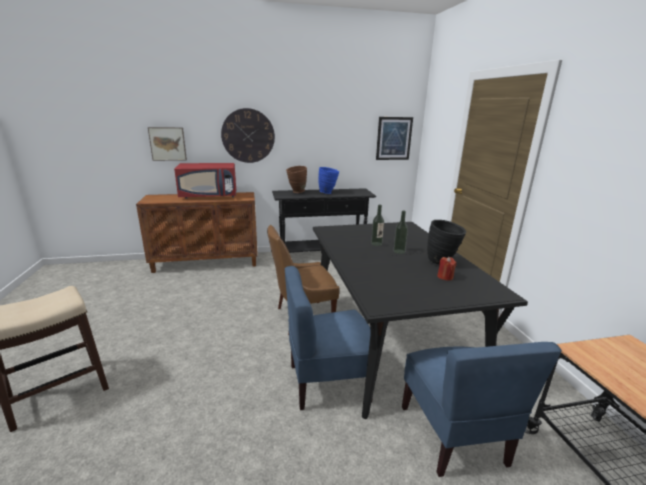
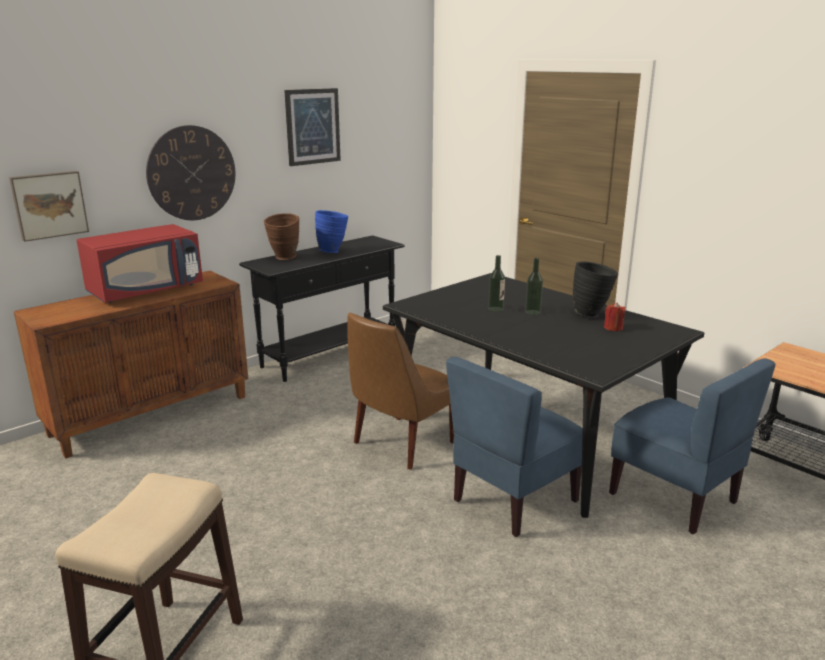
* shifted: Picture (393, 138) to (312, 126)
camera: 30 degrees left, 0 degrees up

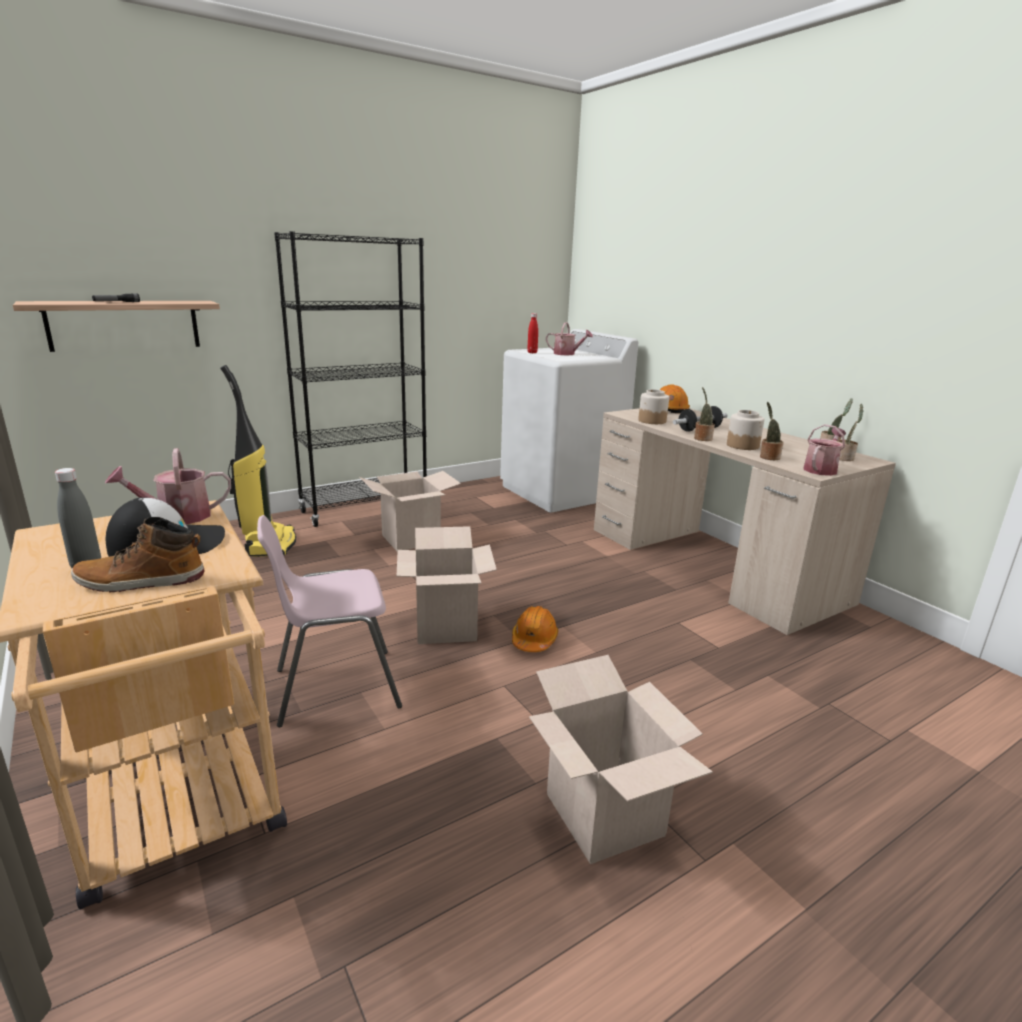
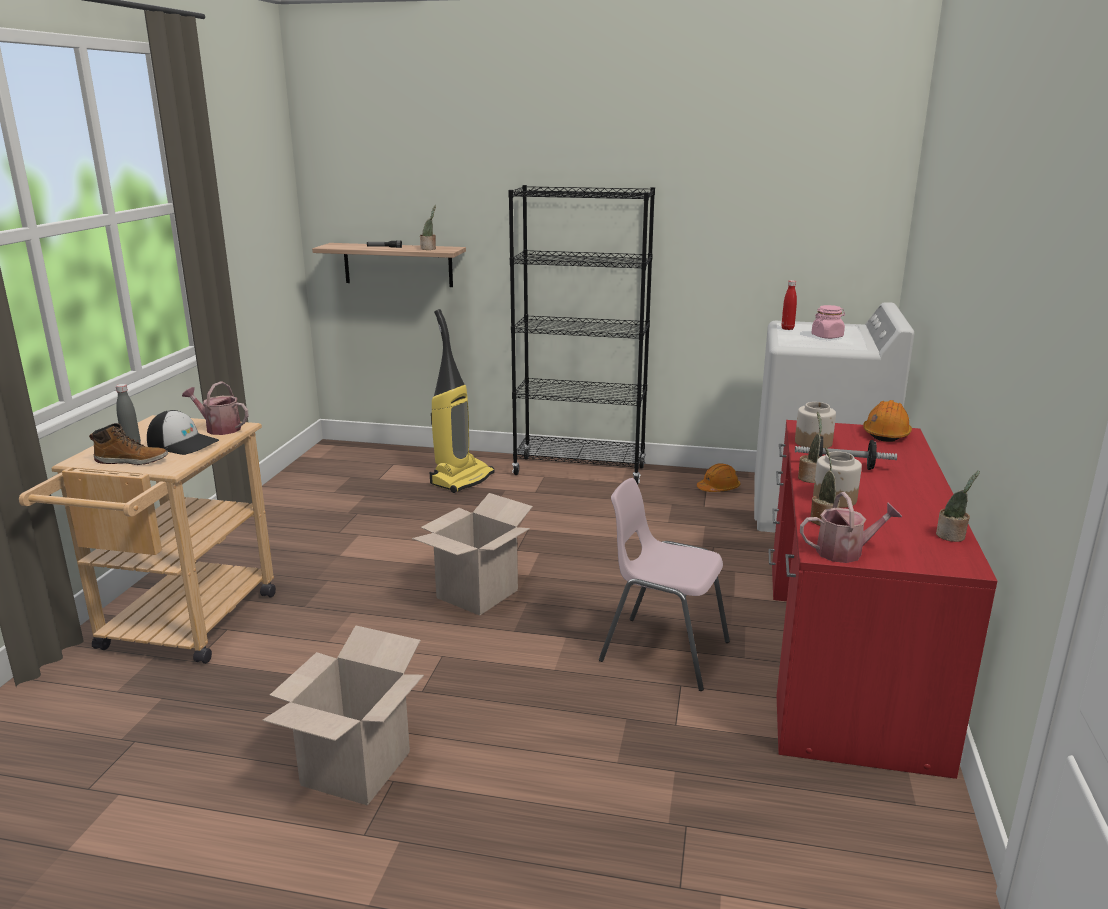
* gone: CardboardBox (411, 539)
* shifted: PinkChair (335, 687) to (663, 651)
* shifted: OrangeHardHat (534, 640) to (718, 488)
* shifted: PottedPlant (844, 458) to (429, 249)
* swapped: WateringCan (567, 354) to PinkJar (827, 336)
* repainted: BeigeDesk (711, 563) to RedDesk (845, 652)
* rotated: Boot (140, 581) = (132, 461) 150 degrees clockwise
camera: 45 degrees right, 0 degrees up

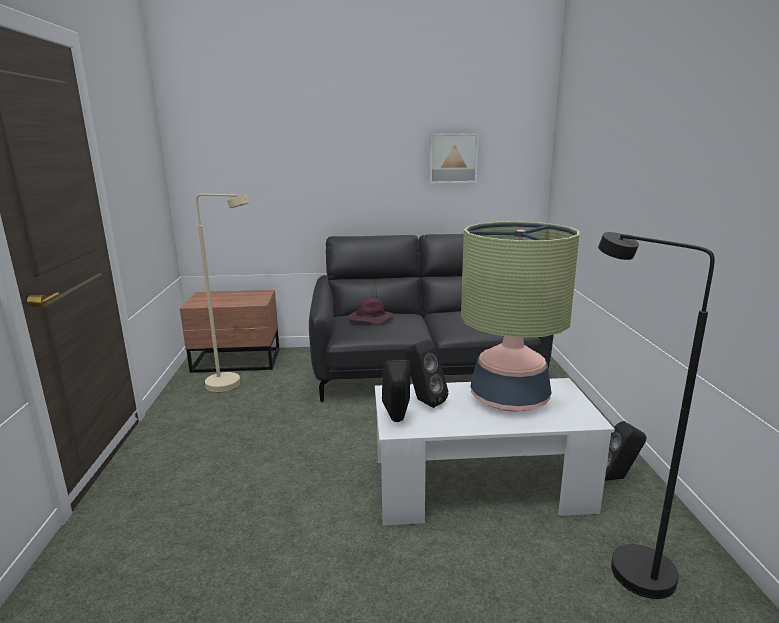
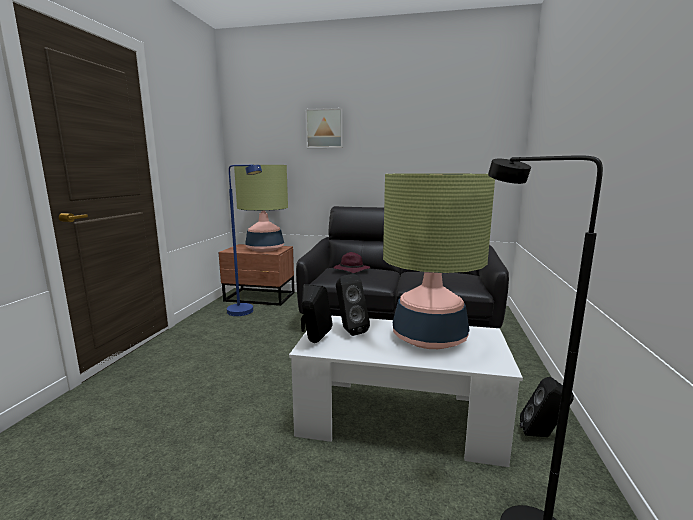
* new: TableLamp (265, 249)
* shifted: Picture (453, 158) to (325, 128)
* repainted: BeigeFloorLamp (232, 385) to BlueFloorLamp (246, 312)
camera: 15 degrees right, 5 degrees down

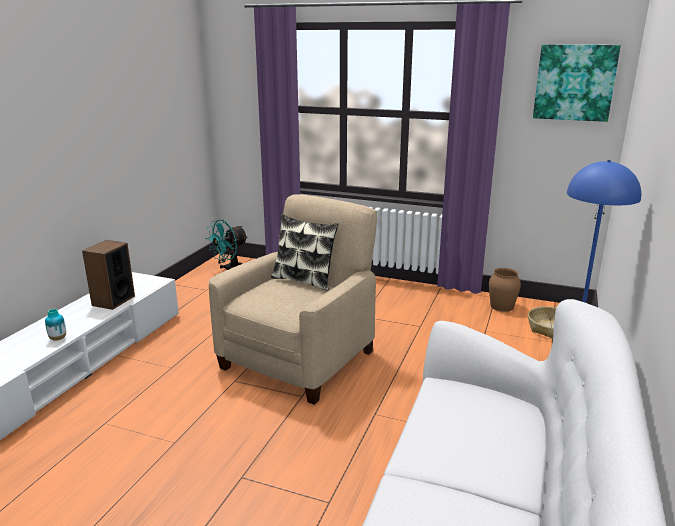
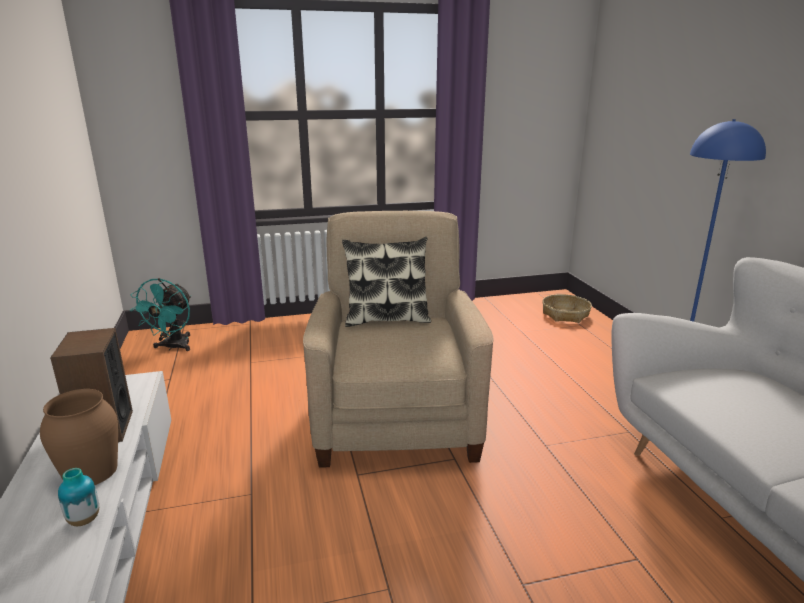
* gone: Picture (574, 82)
* shifted: BrownVase (502, 306) to (91, 472)
camera: 35 degrees left, 0 degrees up

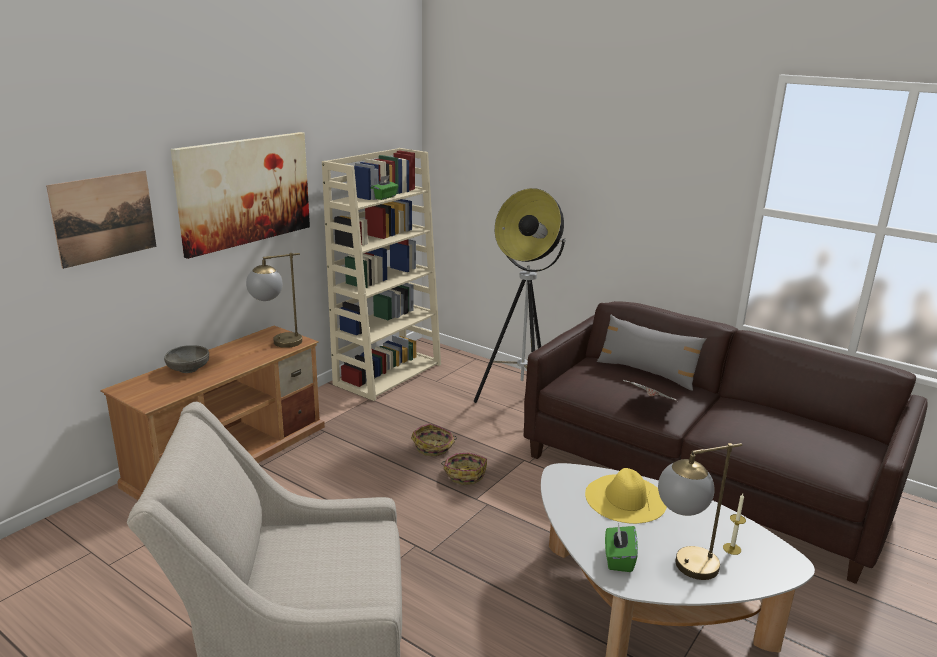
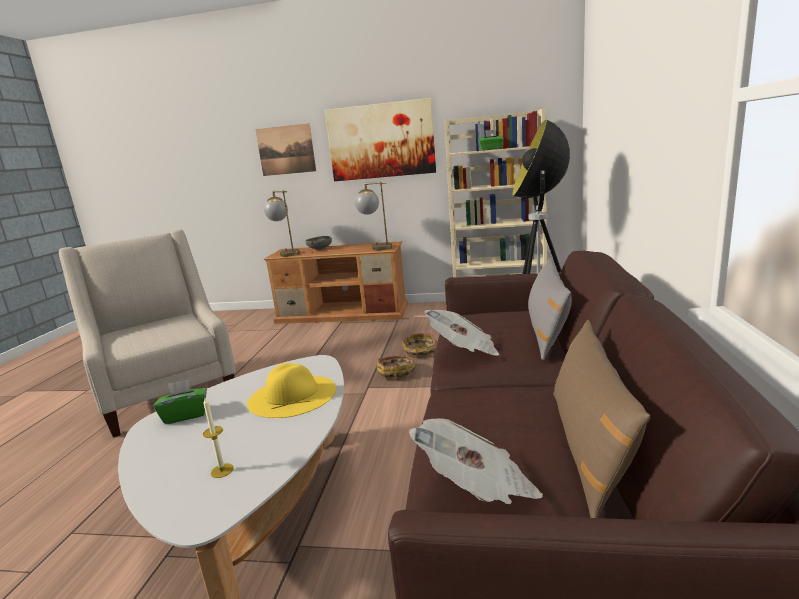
* new: Newspaper (477, 488)
* new: BrownPillow (589, 447)
* shifted: TableLamp (683, 569) to (285, 253)
camera: 65 degrees right, 5 degrees down

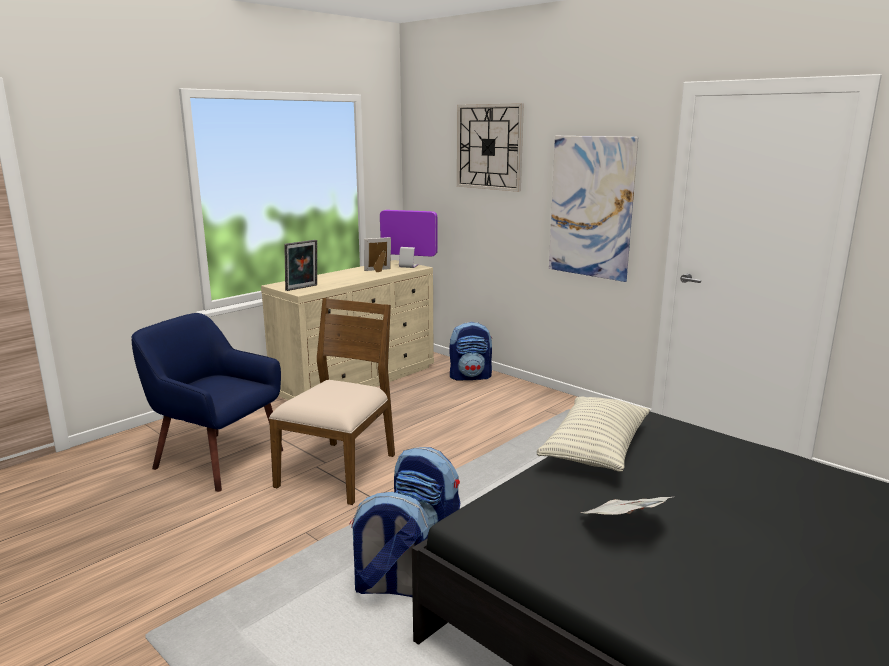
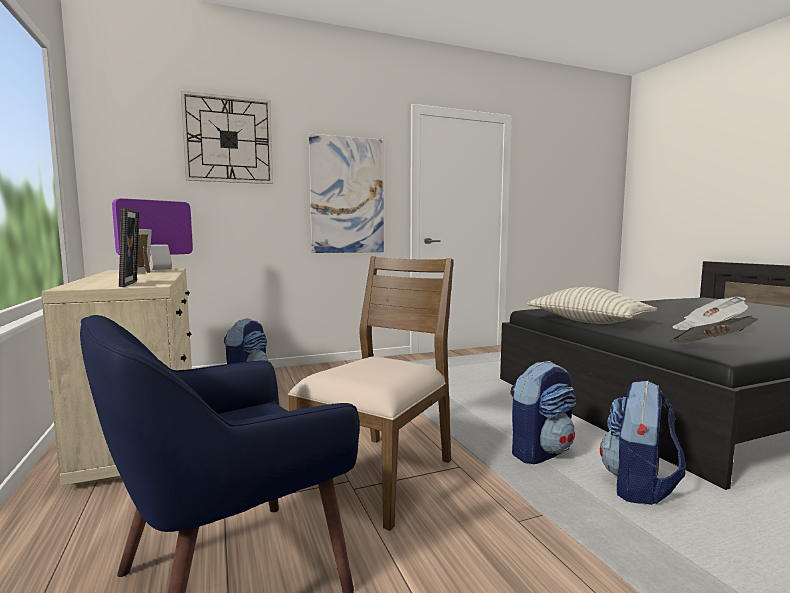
* new: Newspaper (709, 349)
* rotated: BrownChair (339, 470) = (378, 475) 75 degrees clockwise
camera: 65 degrees left, 10 degrees down

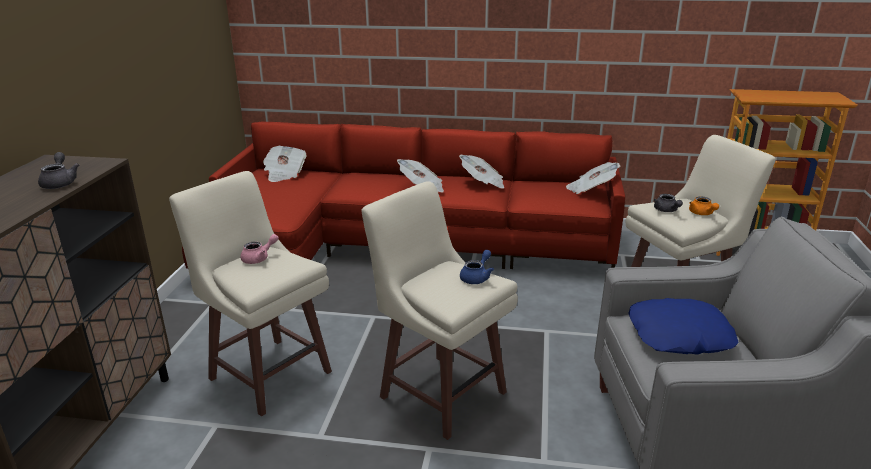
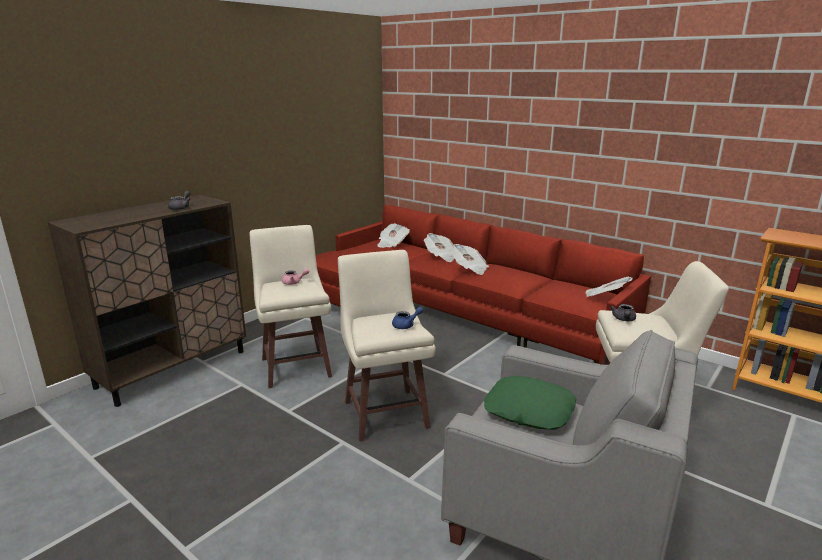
* gone: OrangeTeapot (702, 214)
* shifted: Newspaper (483, 183) to (441, 257)
* repainted: BluePillow (679, 336) to GreenPillow (528, 411)
camera: 30 degrees right, 5 degrees down

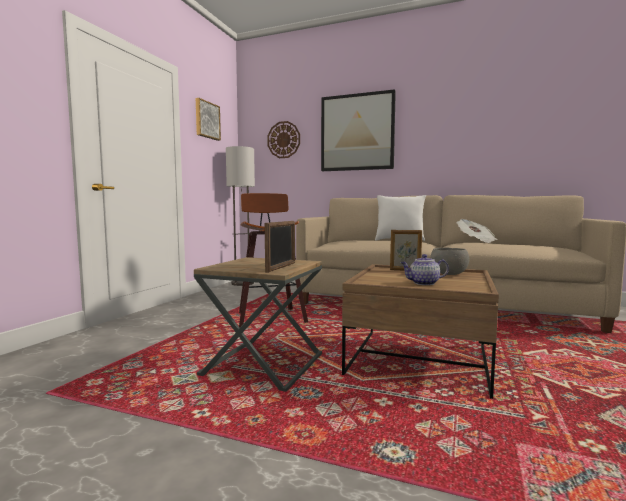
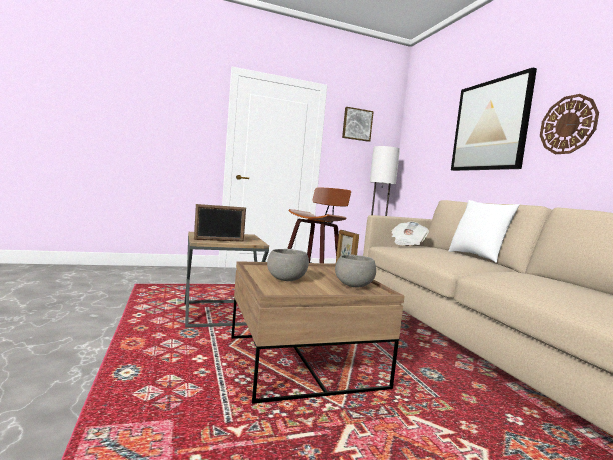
* shifted: WallClock (283, 140) to (568, 125)
* shifted: Newspaper (476, 241) to (407, 244)
* swapped: Teapot (423, 283) to GreyBowl (286, 279)
camera: 50 degrees right, 0 degrees up

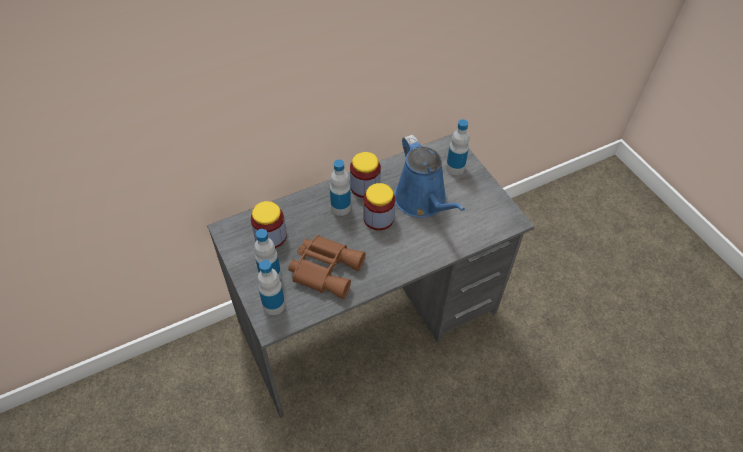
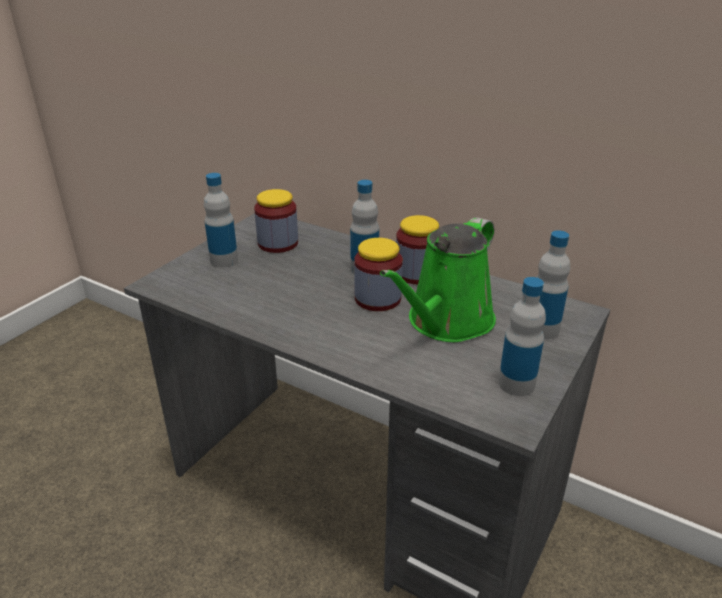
* gone: BrownBinoculars (326, 268)
* shifted: Bottle (274, 305) to (516, 384)
* repainted: BlueWateringCan (423, 201) to GreenWateringCan (446, 322)
camera: 60 degrees right, 20 degrees down

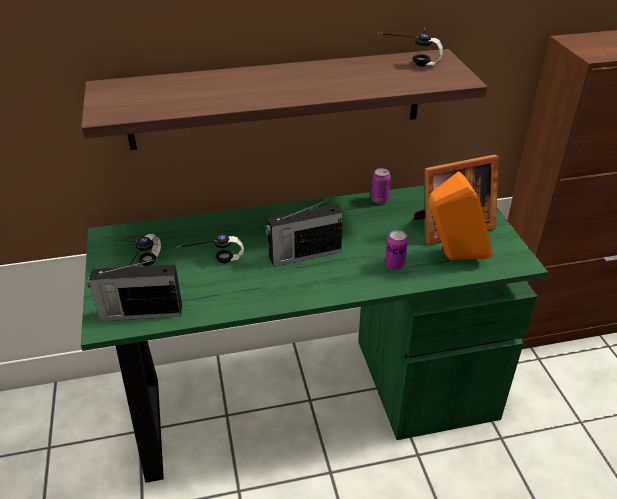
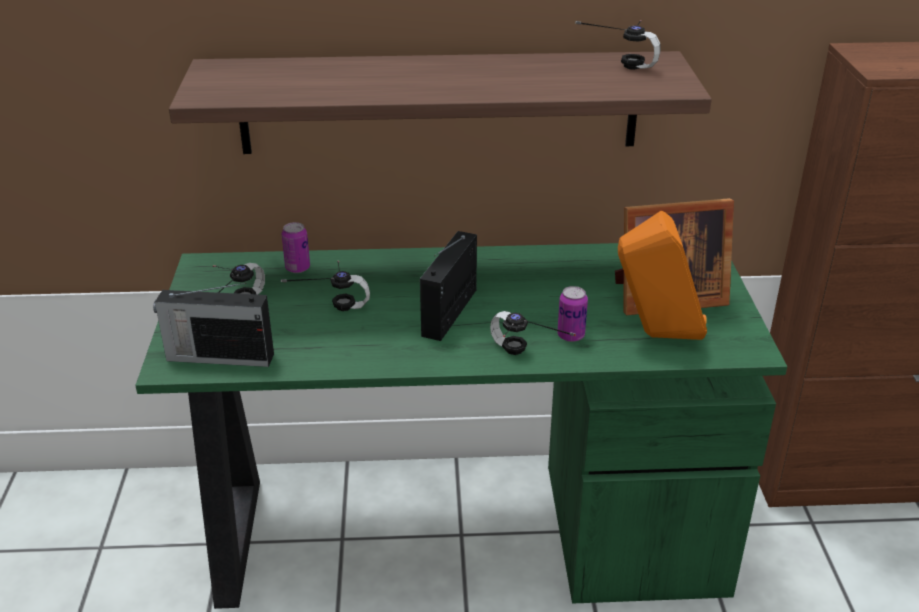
* new: Headphones (522, 360)
* shifted: Can (379, 200) to (297, 268)
* rotated: Radio (304, 255) = (451, 311) 120 degrees clockwise
camera: 10 degrees right, 5 degrees down

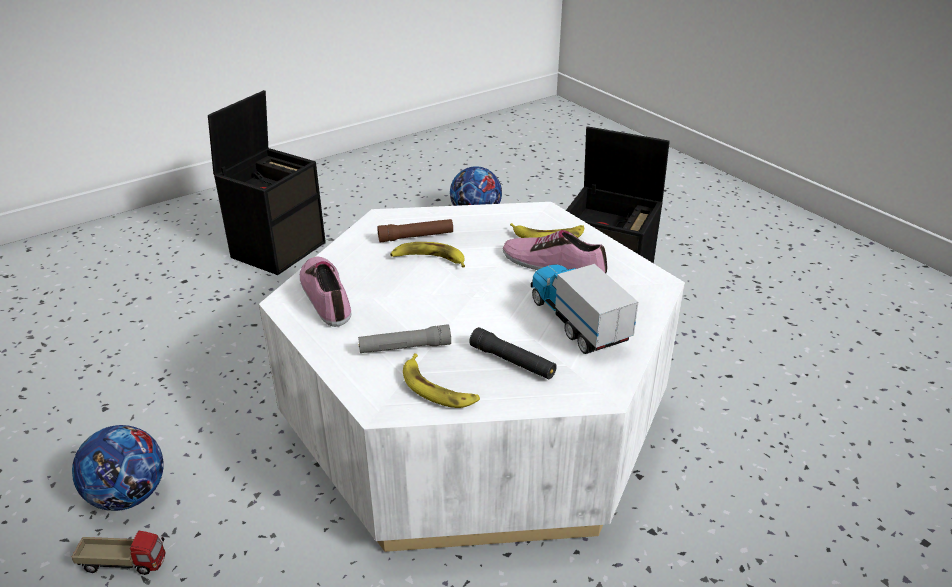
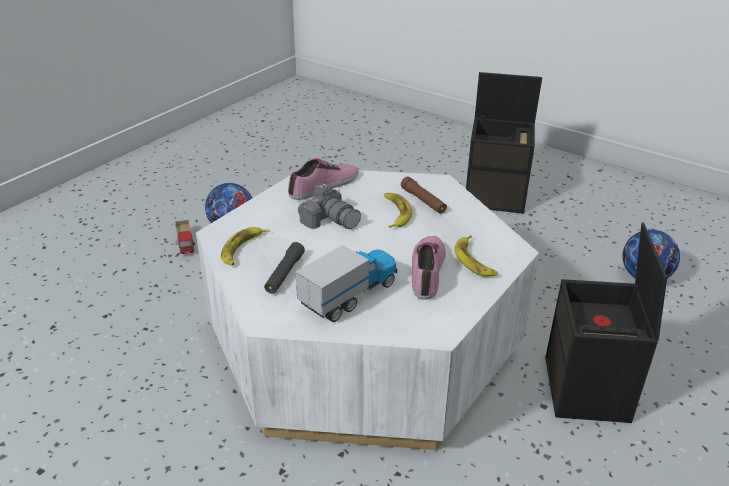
* gone: GreyFlashlight (404, 347)
* new: PhotoCamera (330, 220)
camera: 70 degrees right, 0 degrees up

